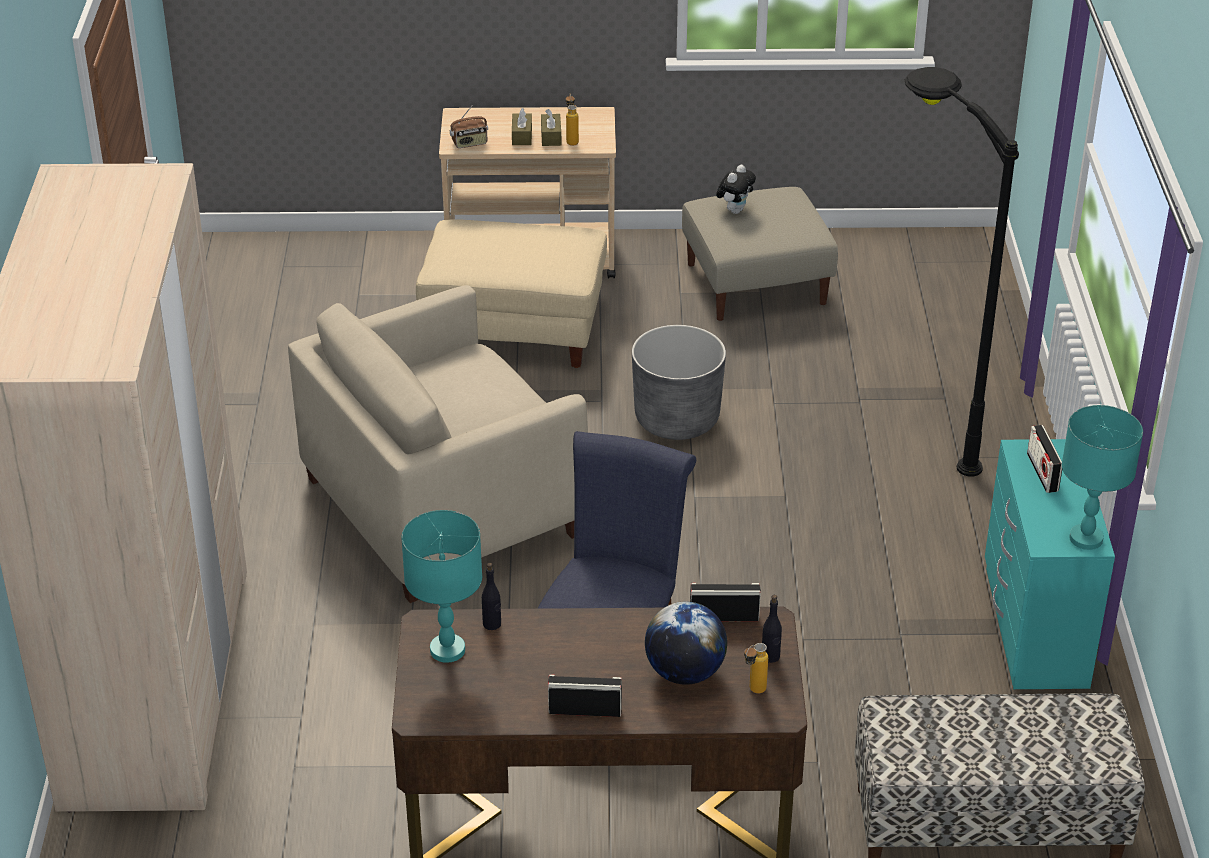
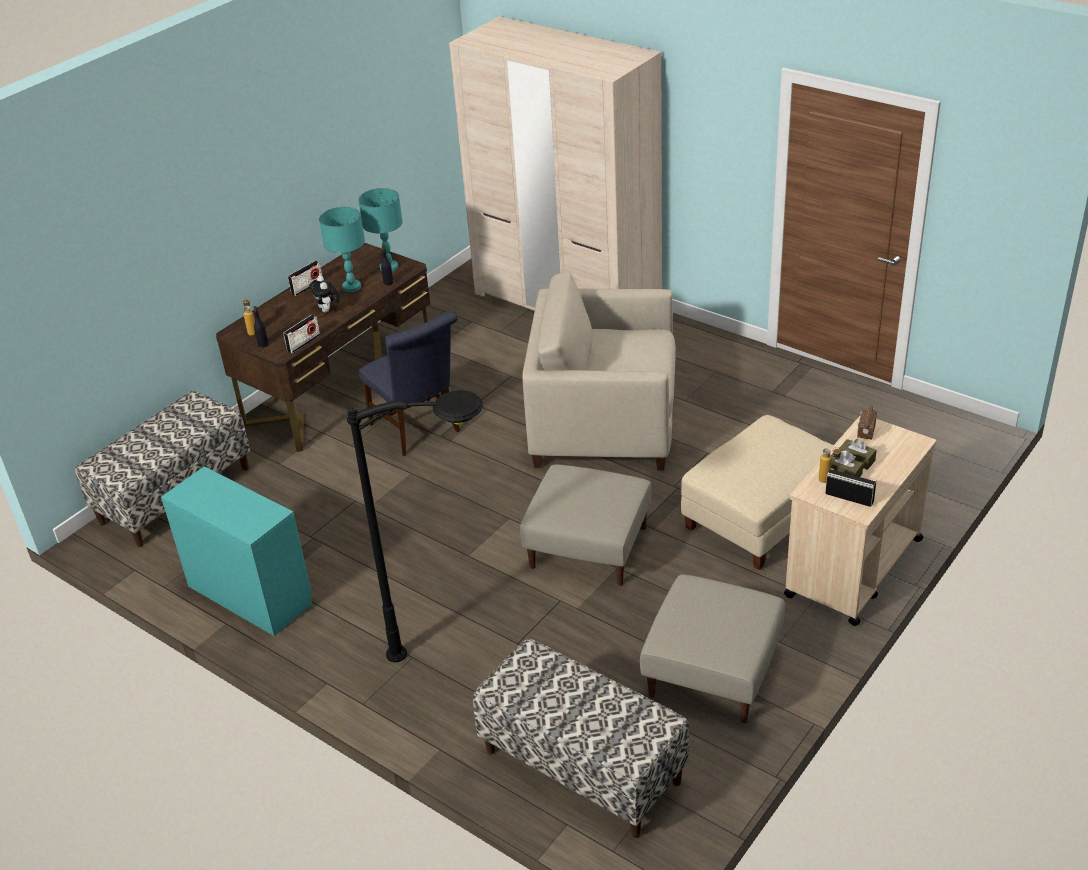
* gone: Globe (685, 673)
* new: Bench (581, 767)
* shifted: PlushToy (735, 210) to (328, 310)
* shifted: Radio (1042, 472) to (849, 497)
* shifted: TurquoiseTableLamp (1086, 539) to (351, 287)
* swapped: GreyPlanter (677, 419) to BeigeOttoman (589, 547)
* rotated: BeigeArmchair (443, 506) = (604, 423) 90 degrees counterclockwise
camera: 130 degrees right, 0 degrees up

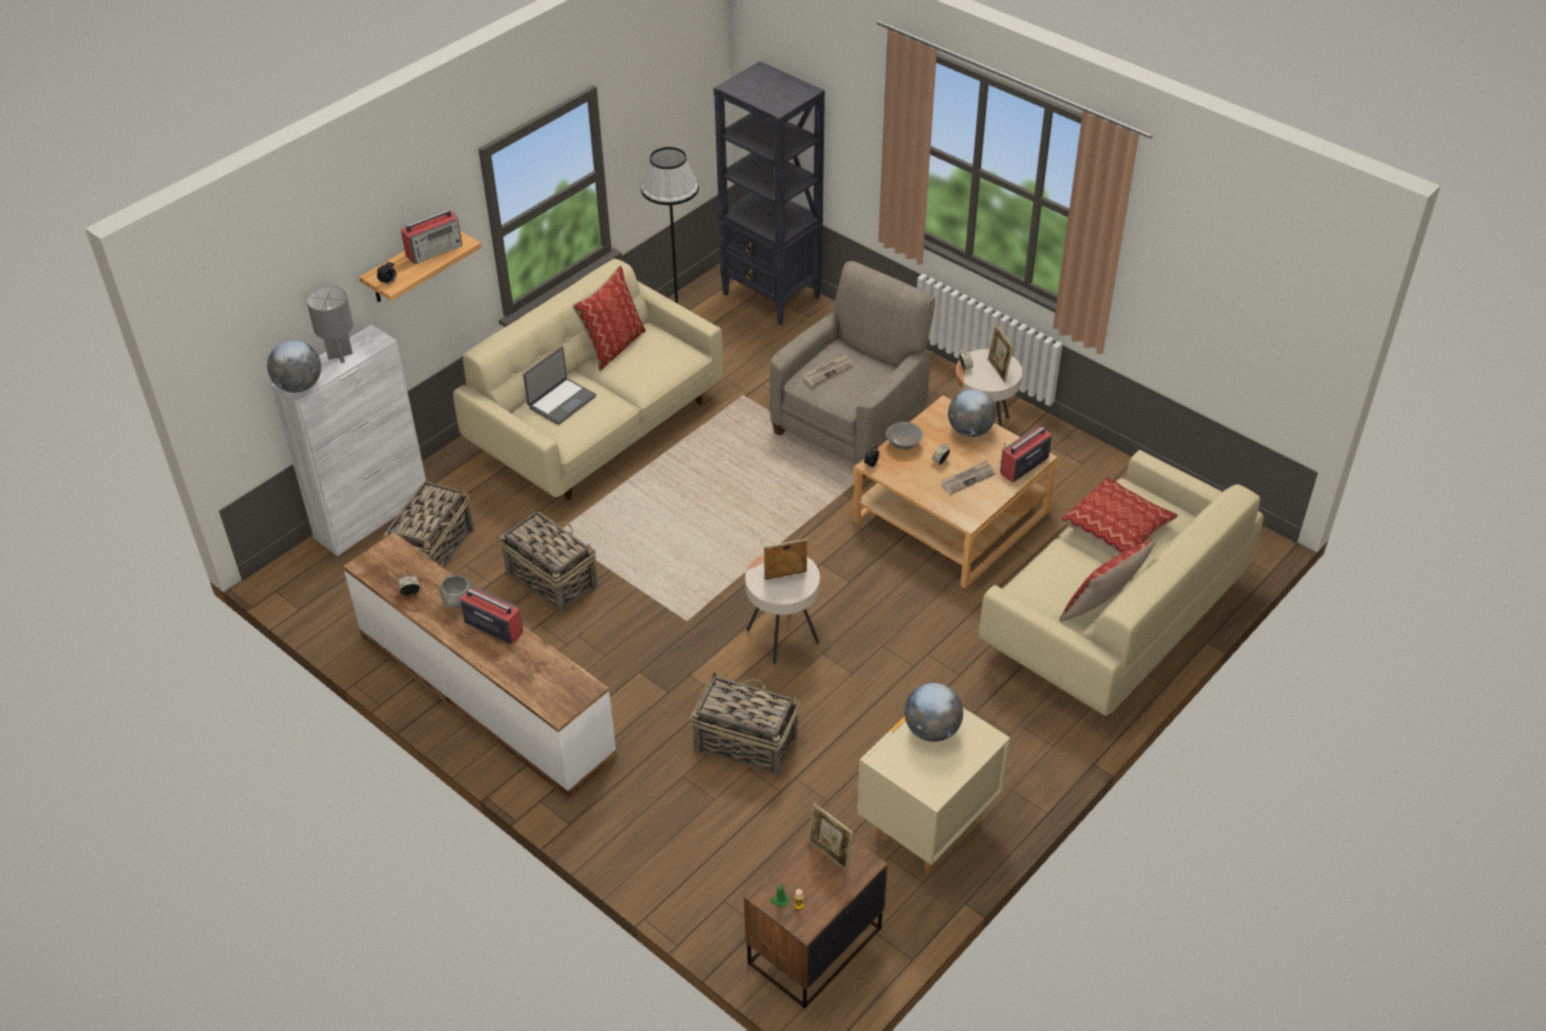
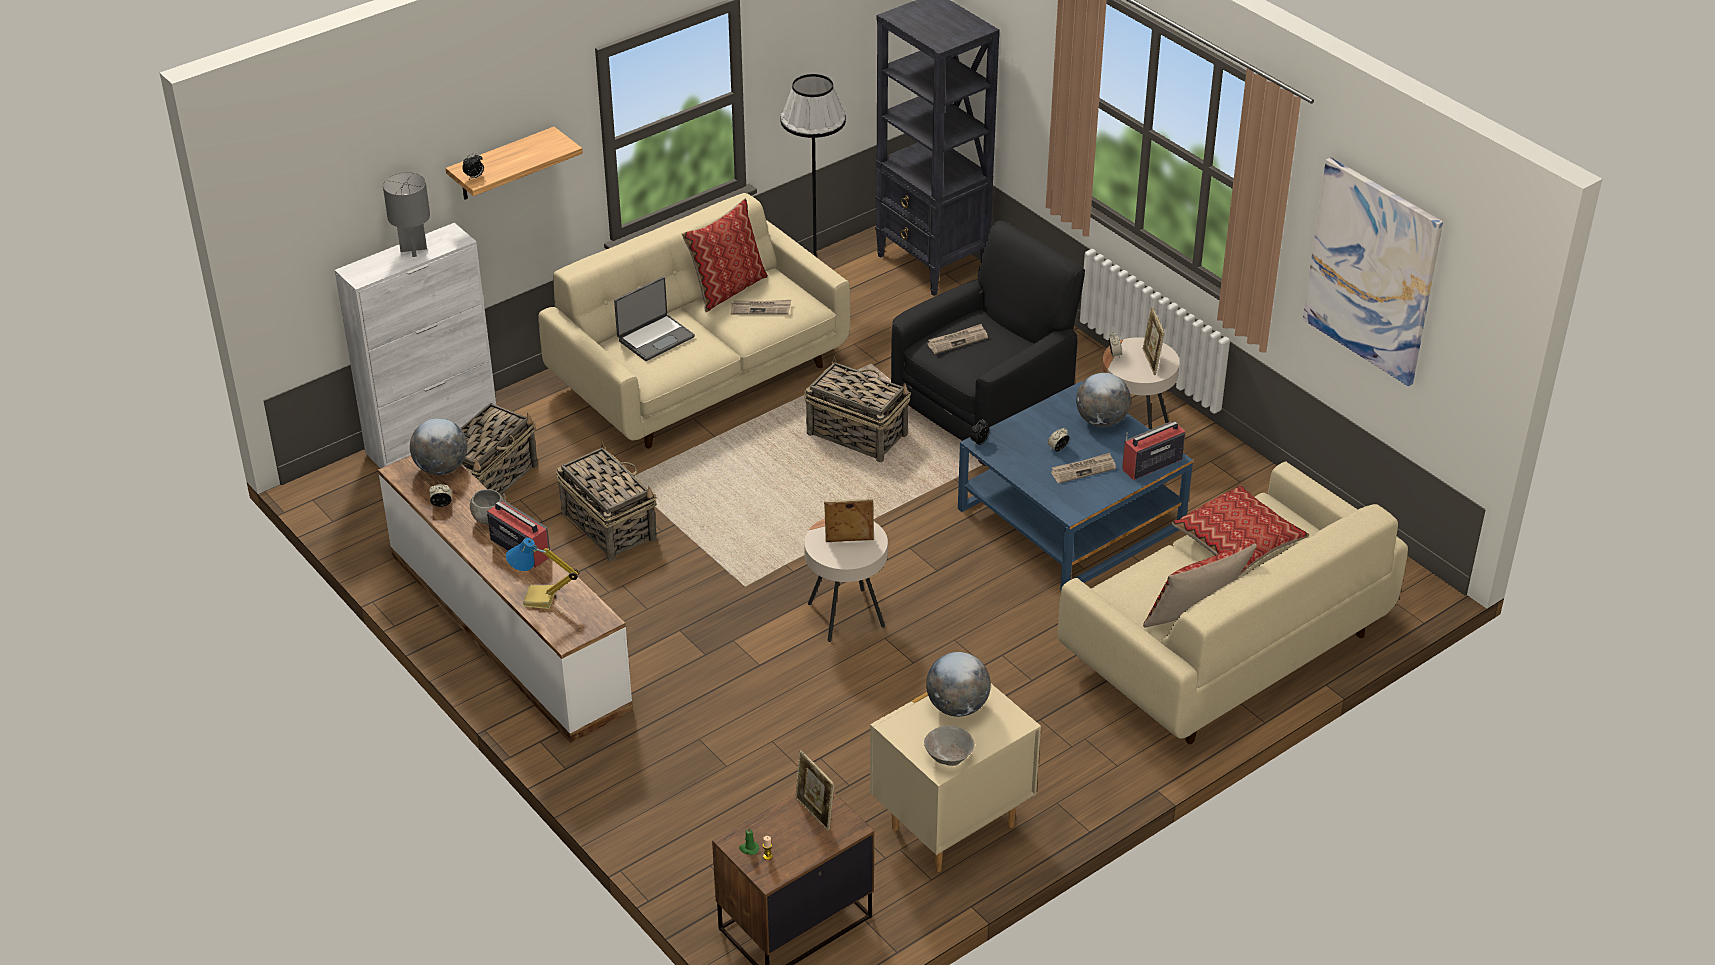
* gone: Radio (435, 250)
* new: TableLamp (539, 599)
* new: Newspaper (761, 309)
* new: Picture (1372, 271)
* shifted: Globe (299, 386) to (441, 468)
* shifted: Basket (745, 743) to (856, 434)
* shifted: GreyBowl (904, 445) to (949, 758)
* repainted: BeigeArmchair (851, 425) to BlackArmchair (984, 409)
* repainted: BeigeCoffeeTable (951, 516) to BlueCoffeeTable (1071, 517)
camera: 10 degrees right, 5 degrees down

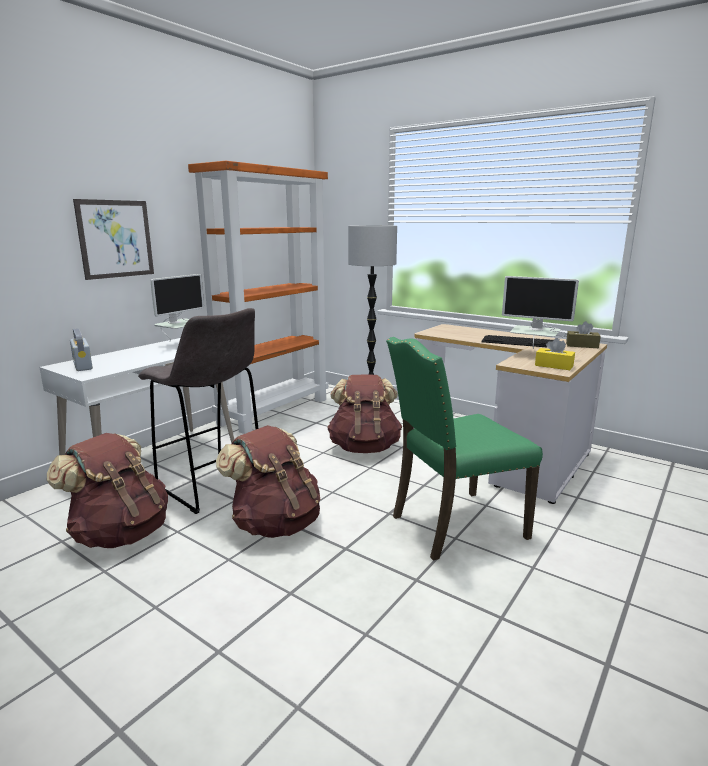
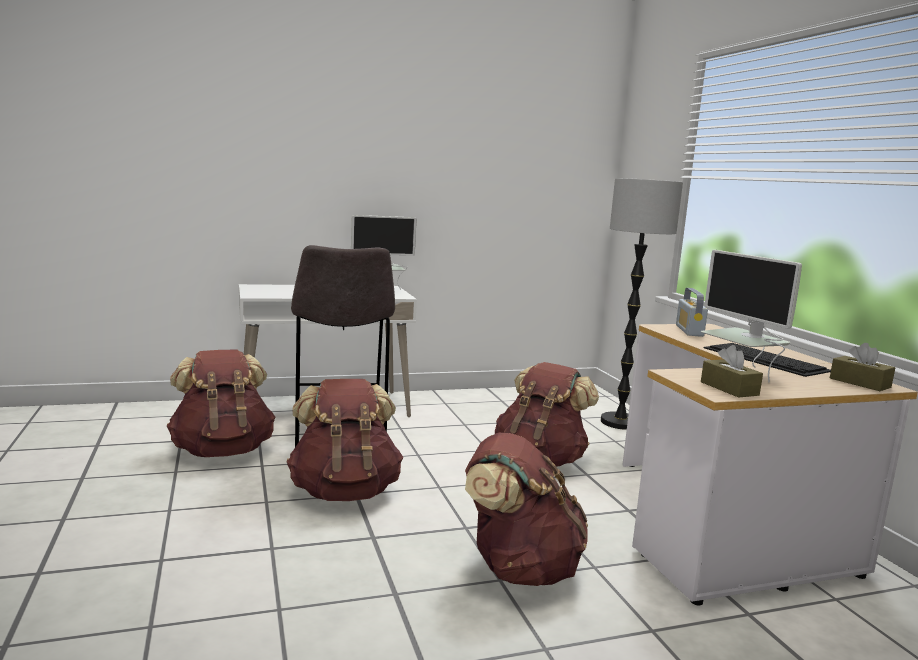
* gone: Picture (116, 239)
* gone: OrangeBookcase (274, 411)
* shifted: Radio (82, 365) to (689, 331)
* swapped: GreenChair (454, 525) to BrownBackpack (519, 569)
* repainted: YellowTissueBox (554, 366) to BrownTissueBox (729, 388)
camera: 35 degrees right, 5 degrees down

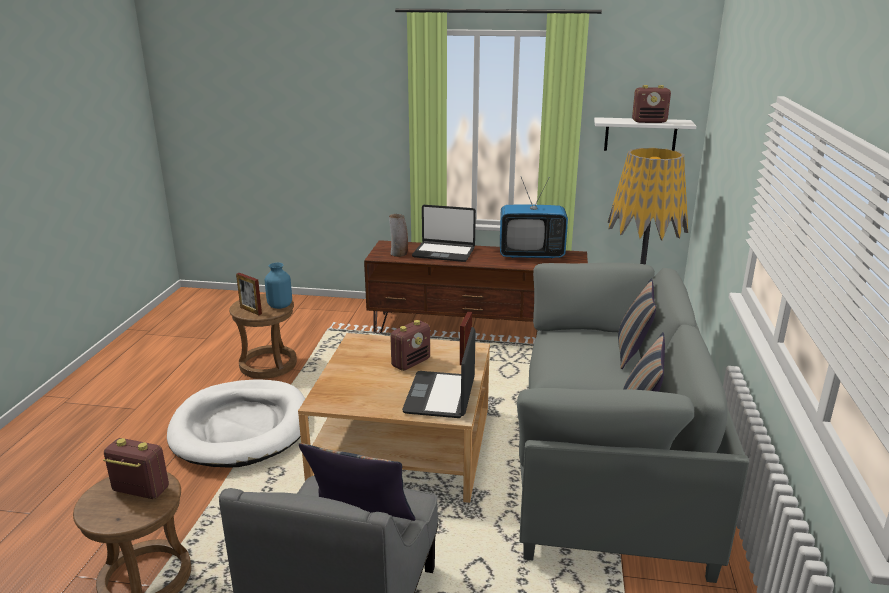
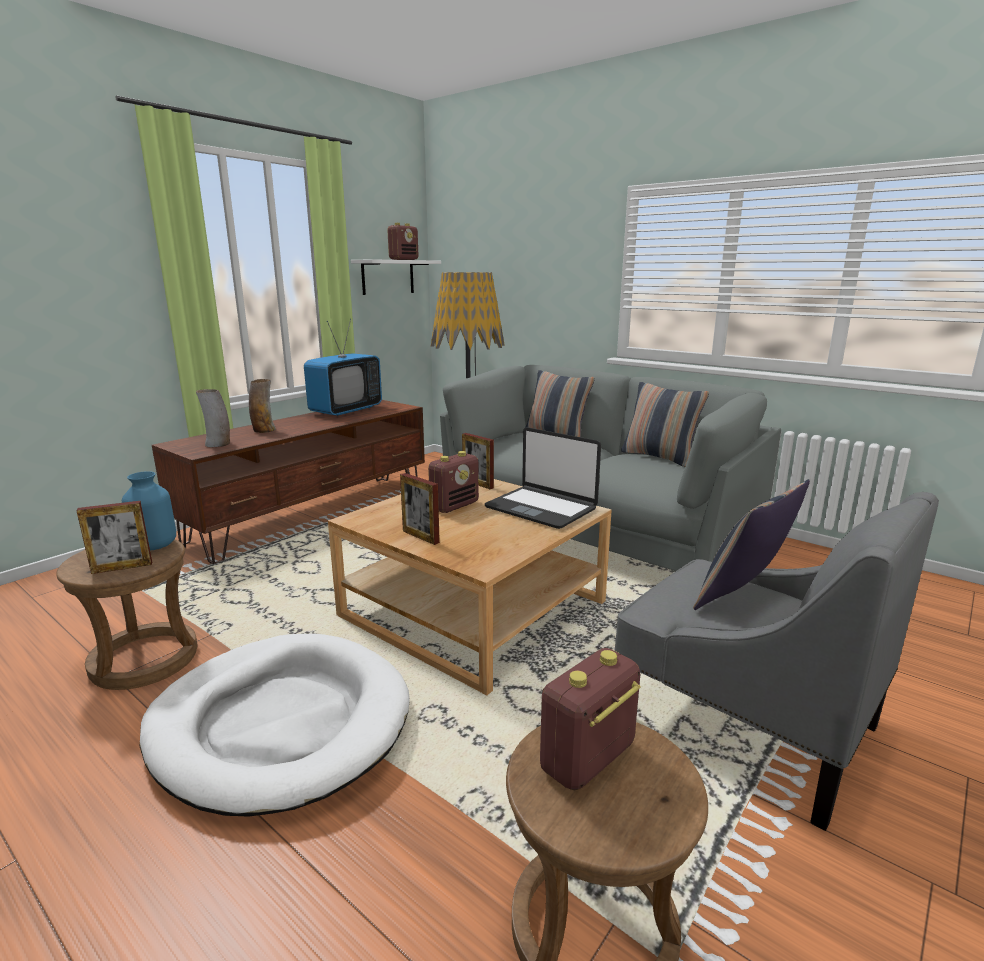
* new: PictureFrame (420, 537)
* swapped: Laptop (444, 252) to Vase (264, 430)
* rotated: Radio (411, 362) = (454, 506) 60 degrees clockwise
camera: 60 degrees left, 5 degrees down

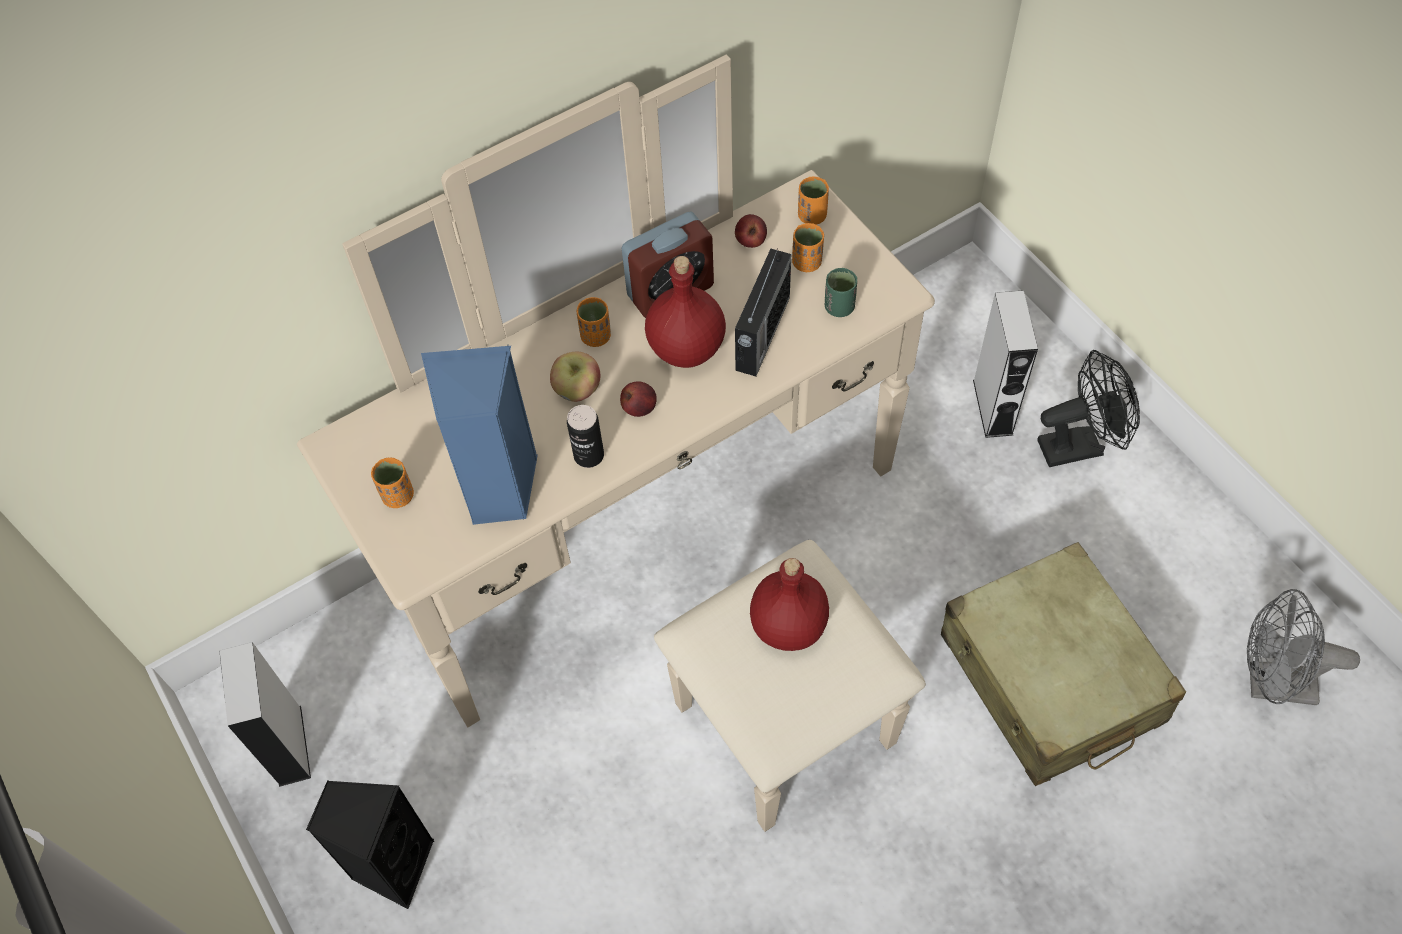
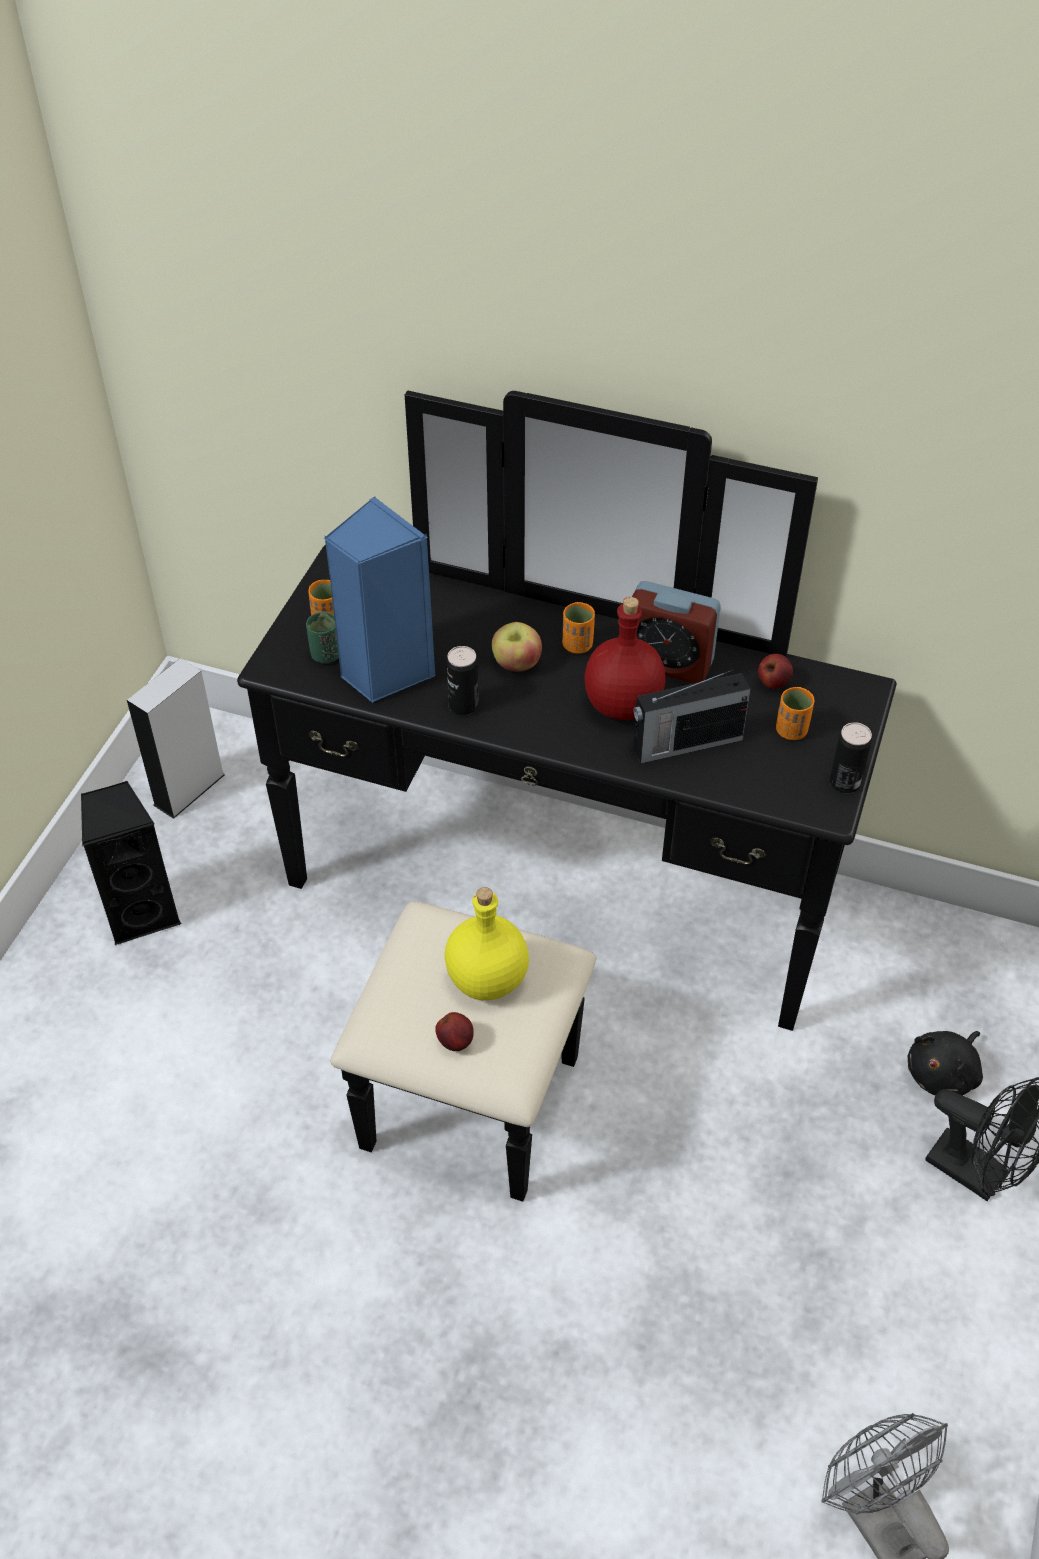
* gone: OrangeCup (812, 216)
* gone: BeigeSuitcase (1050, 678)
* new: Can (845, 782)
* shifted: Apple (639, 408) to (456, 1041)
* shifted: GreenCup (839, 307) to (326, 655)
* swapped: GreySpeaker (993, 407) to BlackPlushToy (943, 1073)
* repainted: BeigeDresser (677, 572) to BlackDresser (543, 934)
* repainted: RedBottle (787, 627) to YellowBottle (485, 979)
camera: 50 degrees right, 10 degrees down

